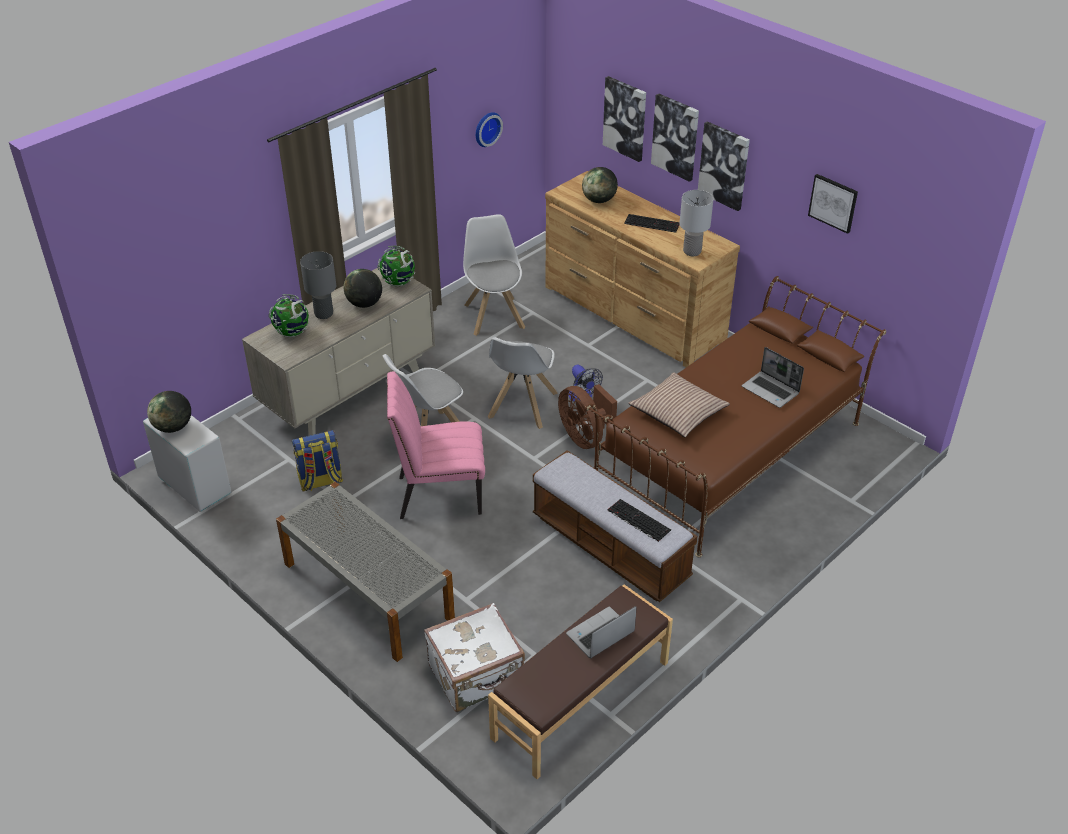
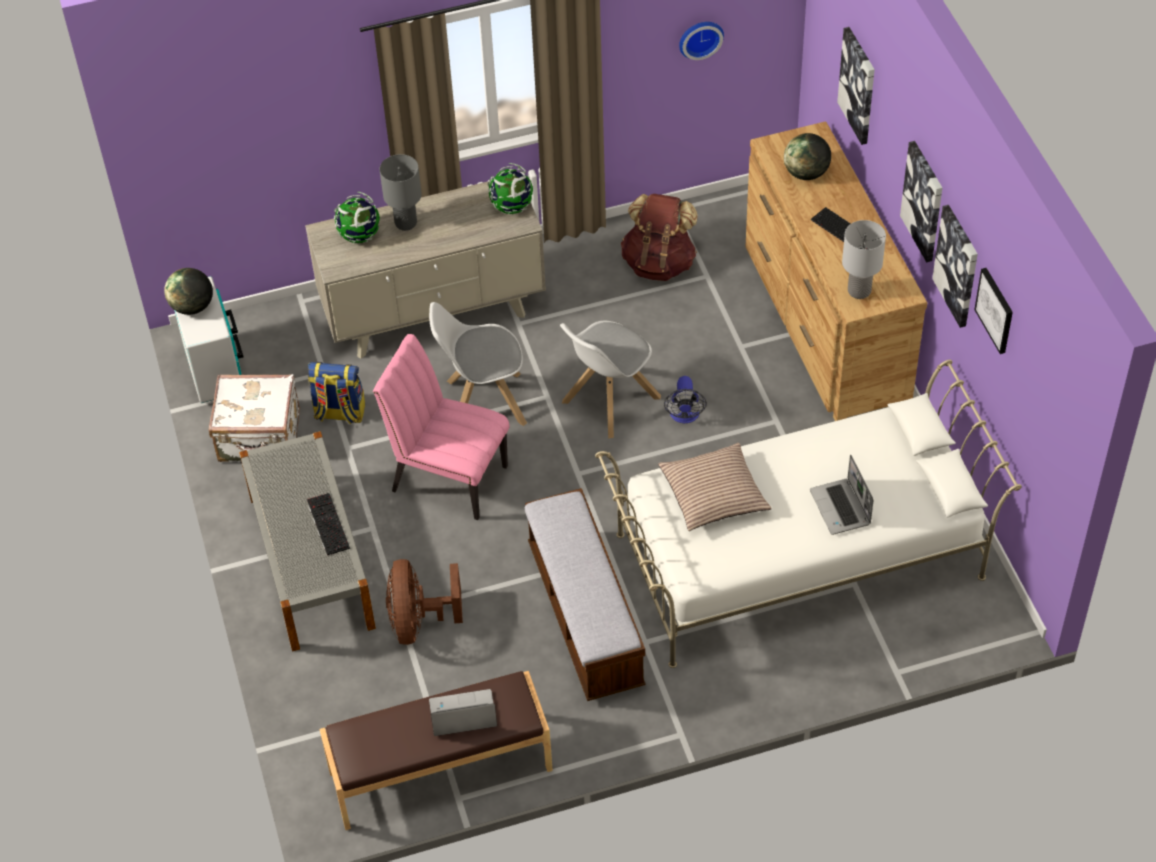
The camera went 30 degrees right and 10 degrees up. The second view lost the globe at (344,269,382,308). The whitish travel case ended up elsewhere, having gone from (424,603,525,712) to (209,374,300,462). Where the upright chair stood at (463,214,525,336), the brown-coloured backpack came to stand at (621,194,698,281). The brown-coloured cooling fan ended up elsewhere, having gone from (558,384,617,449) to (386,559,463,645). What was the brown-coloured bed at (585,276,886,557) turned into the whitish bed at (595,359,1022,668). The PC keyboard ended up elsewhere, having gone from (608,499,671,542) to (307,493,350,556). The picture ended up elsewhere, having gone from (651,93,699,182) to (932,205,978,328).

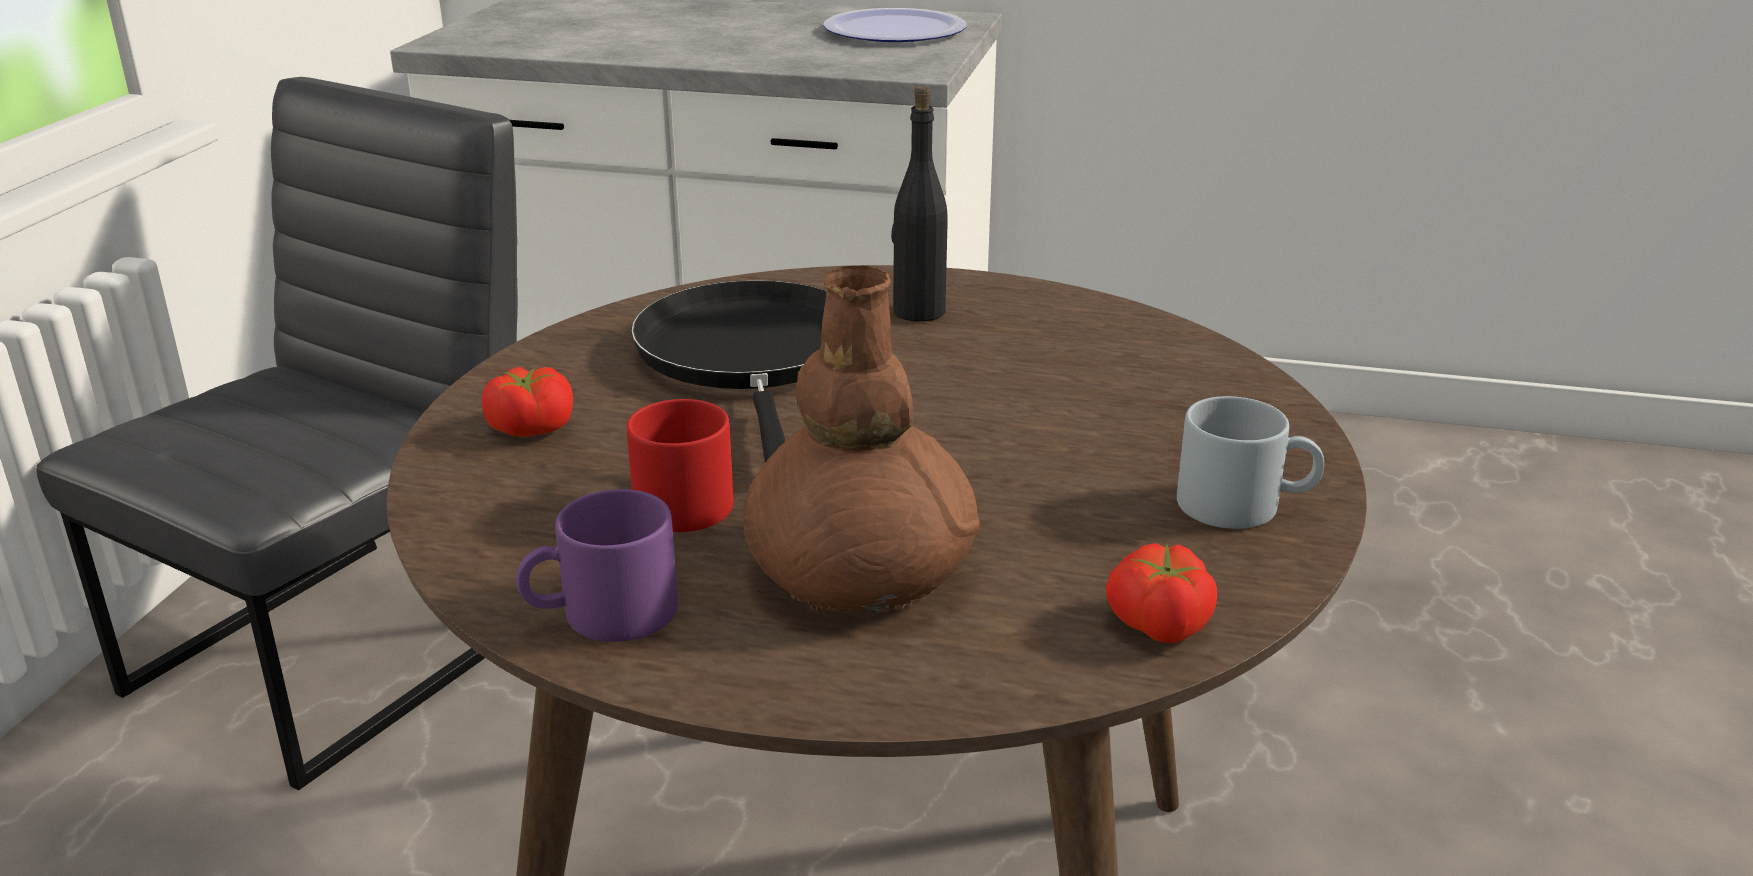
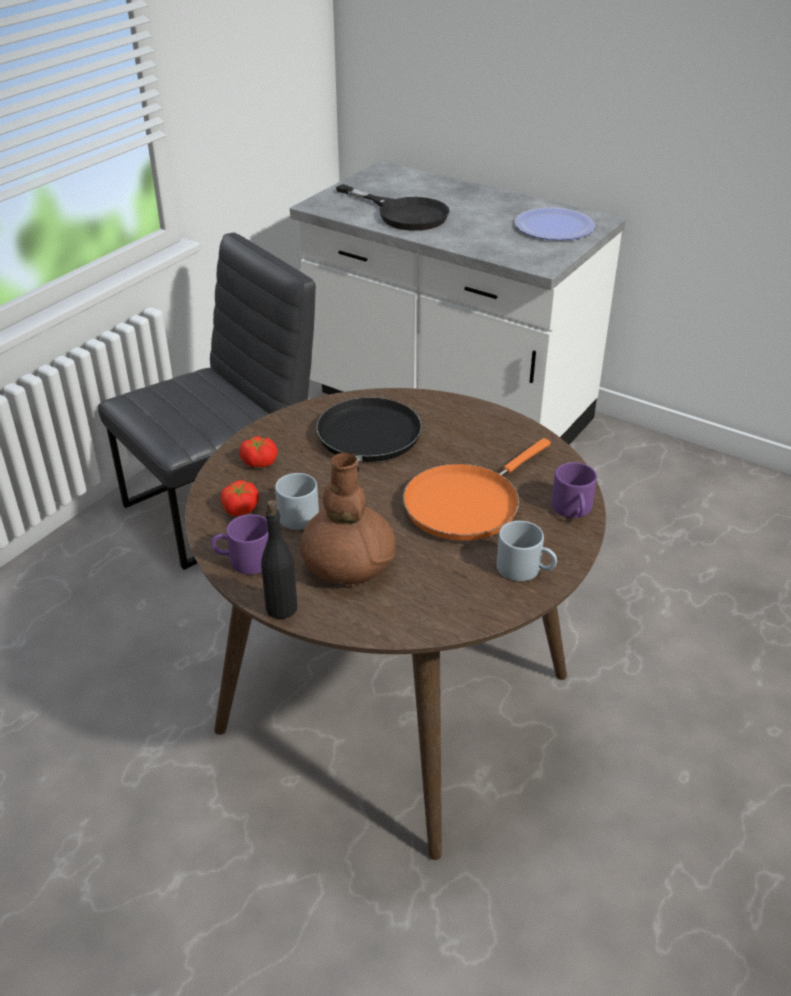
The camera went 20 degrees right and 10 degrees up. What was the reddish mug at (627,399,733,532) turned into the gray mug at (275,473,319,530). The black-coloured drink bottle ended up elsewhere, having gone from (891,86,948,322) to (261,500,297,619). The tomato ended up elsewhere, having gone from (1106,543,1217,643) to (221,480,259,516). The second view gained the black-coloured pan at (336,184,450,231). The second view gained the orangey pan at (403,438,551,541). The second view gained the purple-coloured mug at (551,462,597,518).

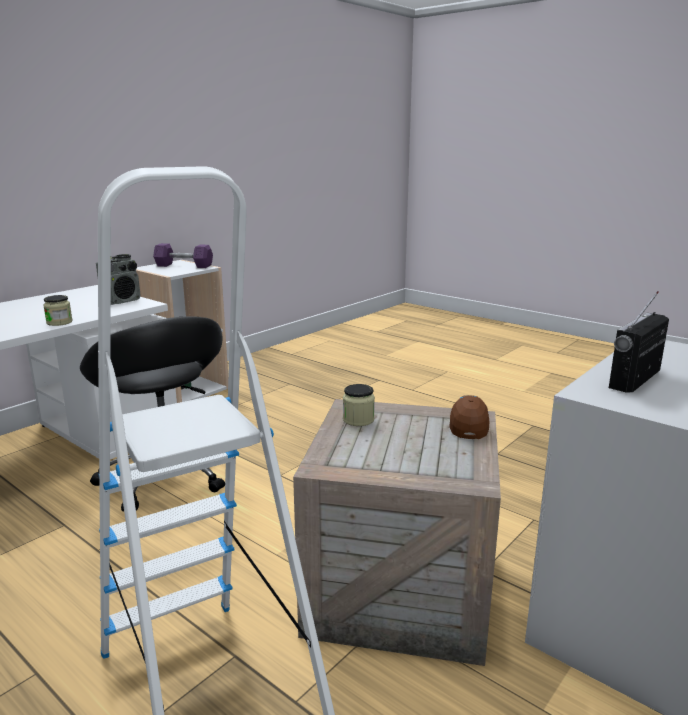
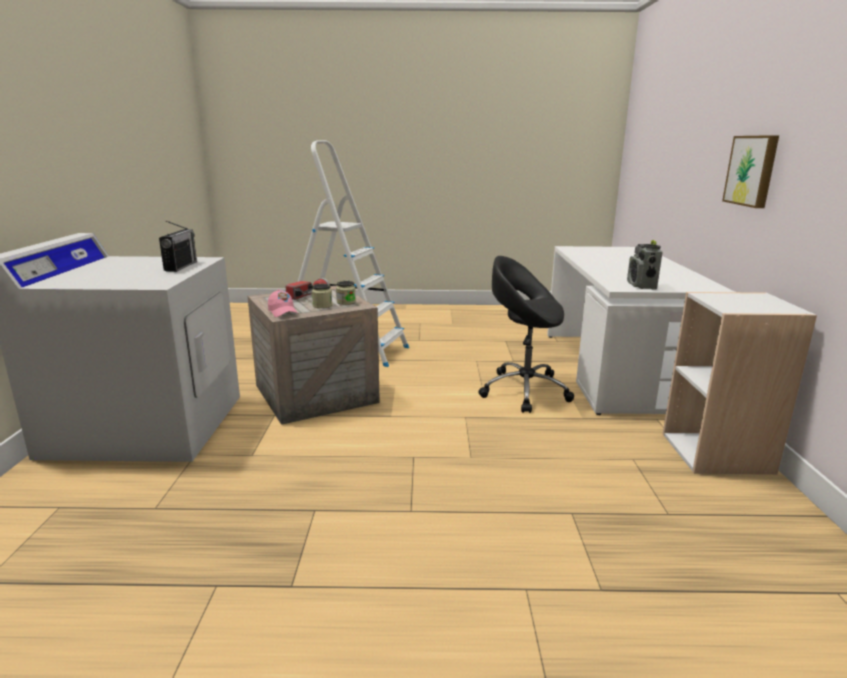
The camera went 140 degrees right and 0 degrees up. The jar ended up elsewhere, having gone from (43,295,72,326) to (312,284,332,308). The second view lost the purple-coloured hand weight at (153,243,213,268). What was the brown-coloured cap at (449,395,490,439) turned into the pinkish cap at (268,289,298,317). The second view gained the flashlight at (285,278,330,300). The second view gained the picture at (722,135,779,208).

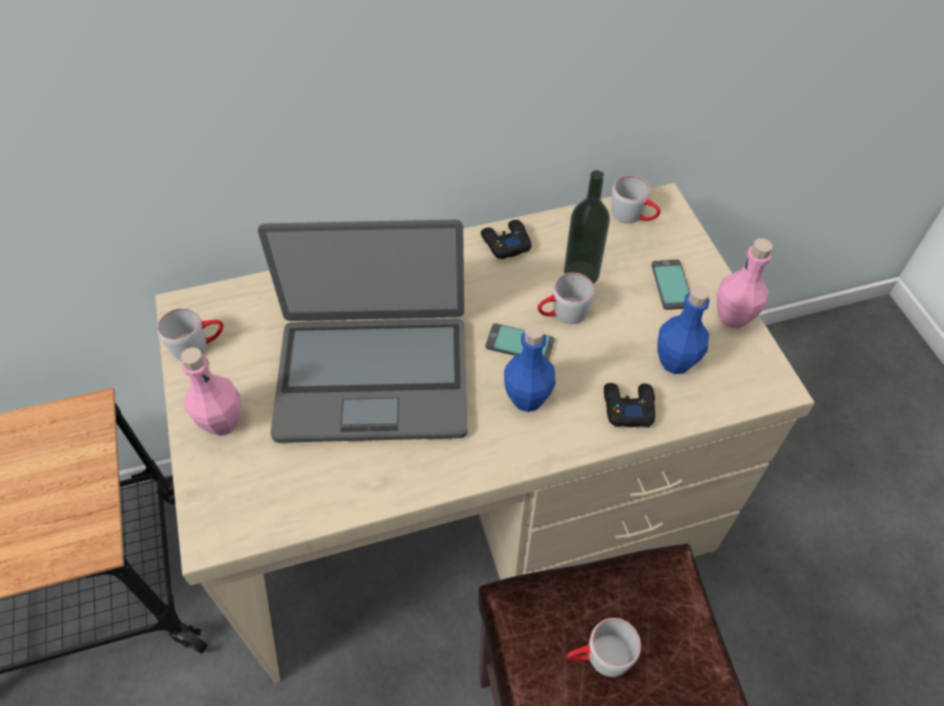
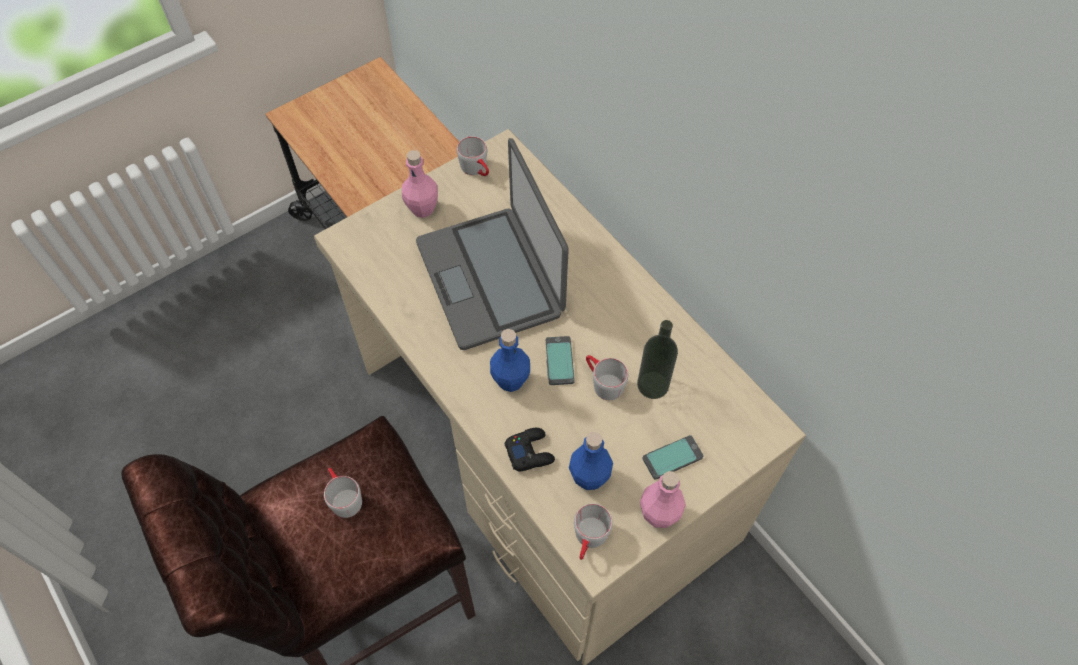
The camera went 70 degrees right and 5 degrees up. The second view lost the black-coloured joypad at (481,220,532,259). The gray mug ended up elsewhere, having gone from (611,175,661,223) to (574,504,613,560).

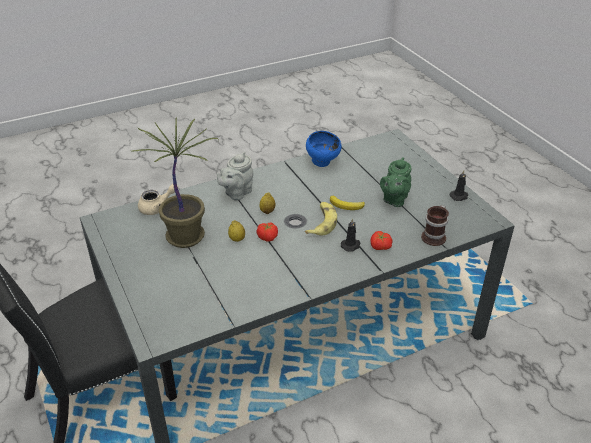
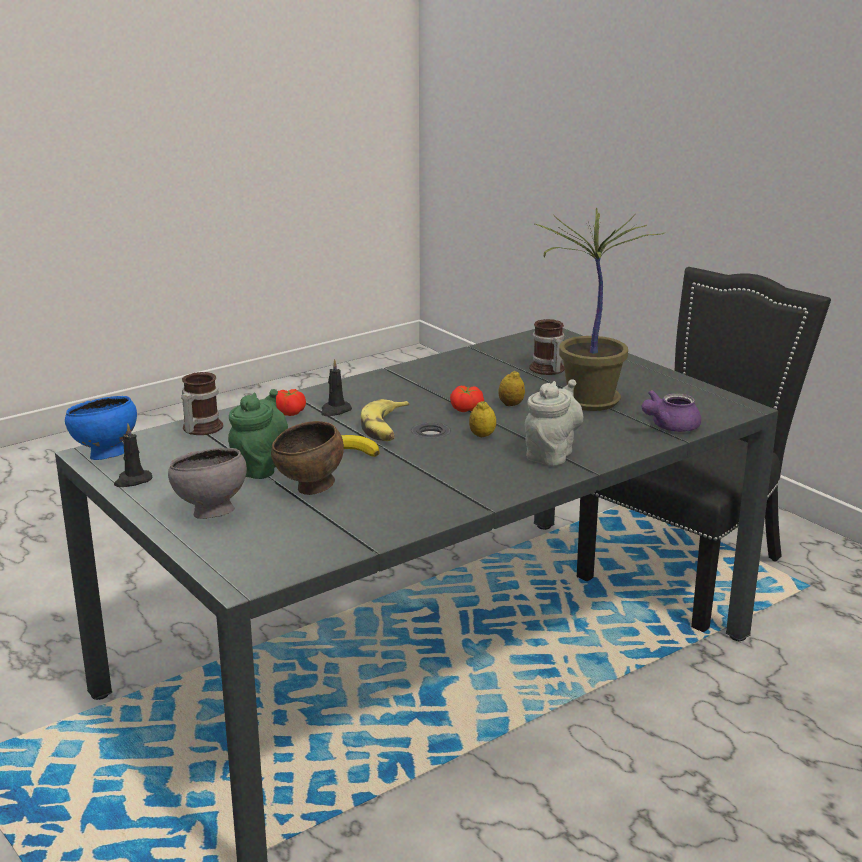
The camera went 170 degrees right and 15 degrees down. What was the beige tea pot at (138,184,178,215) turned into the purple-coloured tea pot at (641,390,701,432). The blue bowl ended up elsewhere, having gone from (306,131,342,167) to (65,396,137,460). The second view gained the gray bowl at (168,448,247,519). The second view gained the brown-coloured bowl at (271,421,344,495). The second view gained the mug at (529,319,565,375).

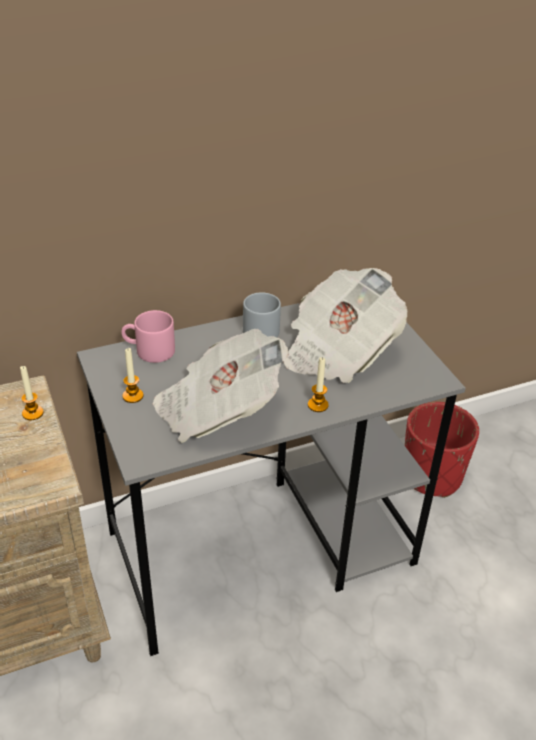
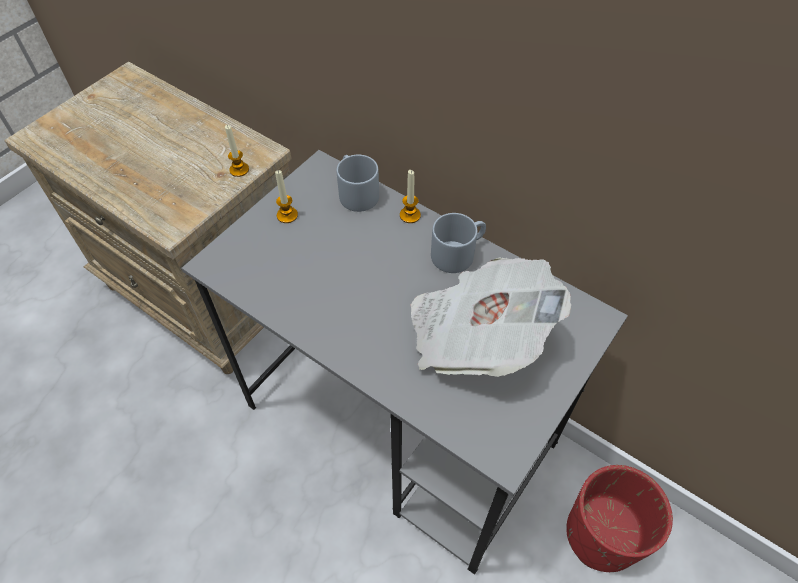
The camera went 60 degrees right and 15 degrees up. What was the pinkish mug at (121,310,175,363) turned into the gray mug at (336,155,379,212). The second view lost the newspaper at (153,329,289,443). The wax light ended up elsewhere, having gone from (308,357,329,412) to (400,170,421,223).

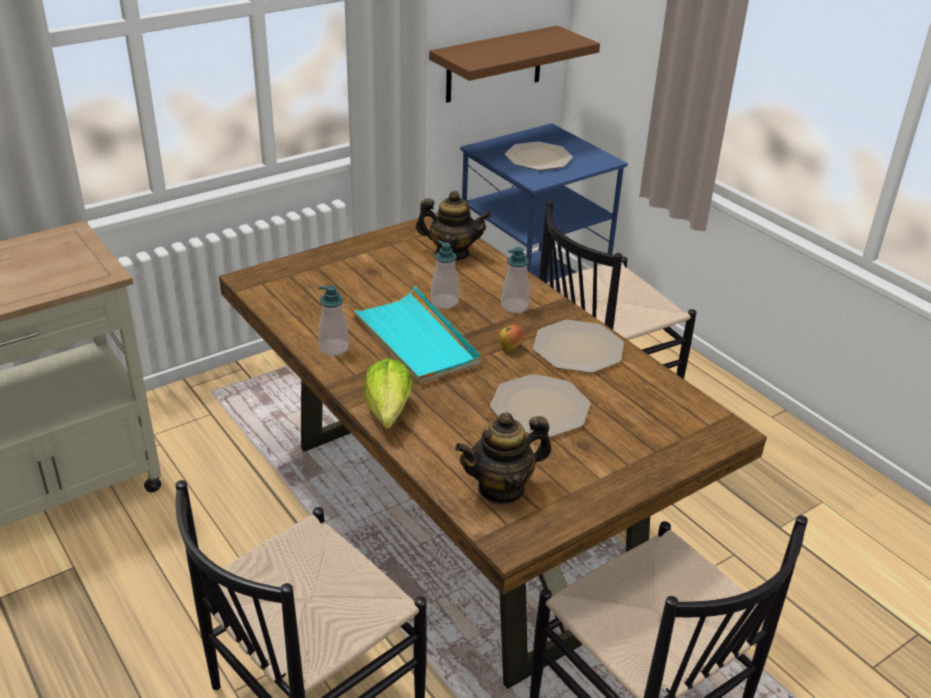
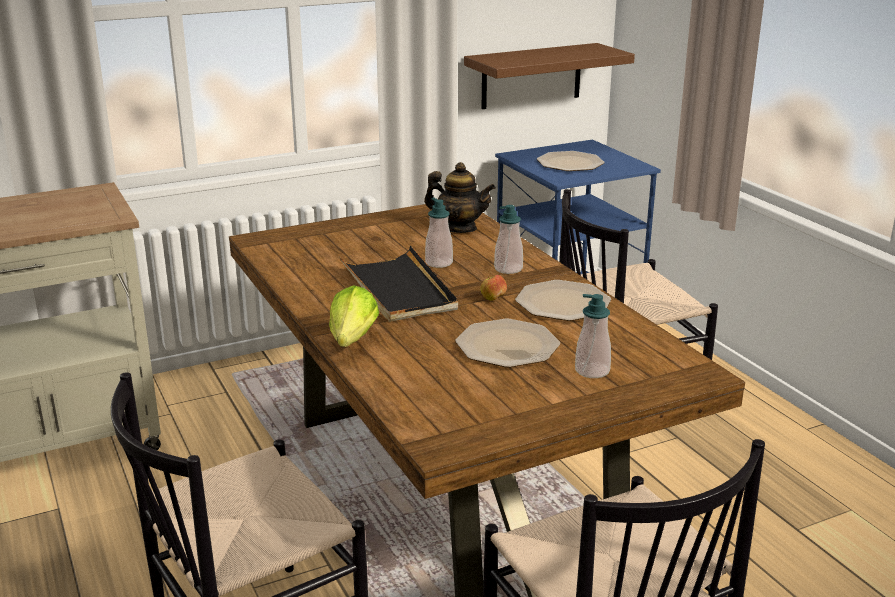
The camera went 10 degrees right and 10 degrees down. The soap dispenser ended up elsewhere, having gone from (318,285,349,356) to (575,294,611,378). What was the turquoise-coloured serving tray at (347,286,482,385) turned into the black-coloured serving tray at (339,246,458,322). The second view lost the tea pot at (455,412,552,504).

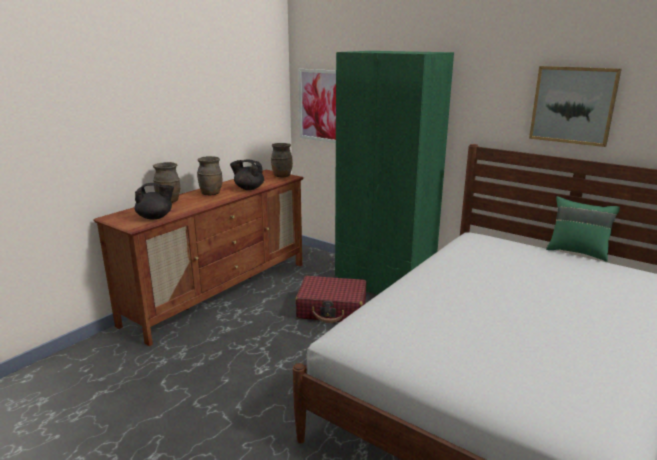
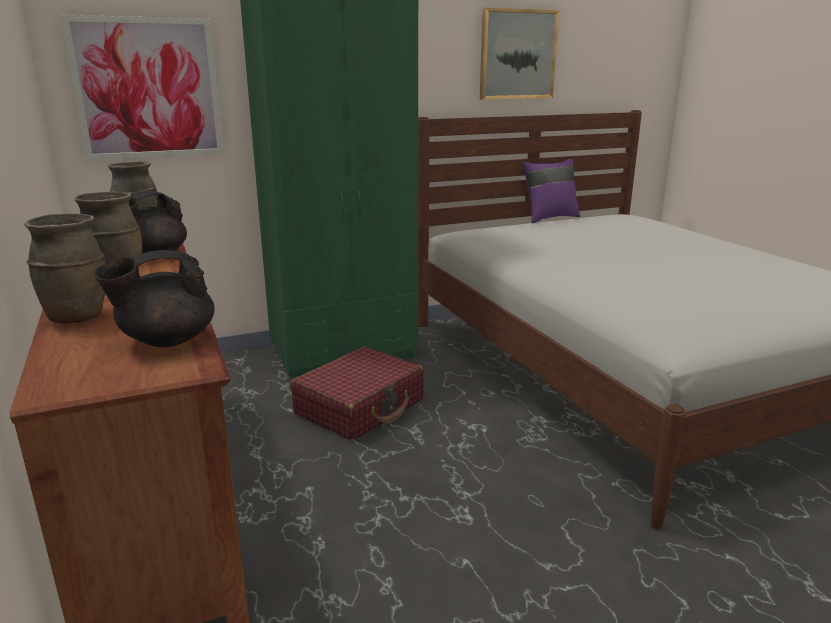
The camera went 60 degrees left and 0 degrees up. The black-coloured tea pot at (135,183,174,220) ended up facing another way, 135 degrees counterclockwise from before. What was the green pillow at (546,196,620,262) turned into the purple-coloured pillow at (522,159,580,223).

